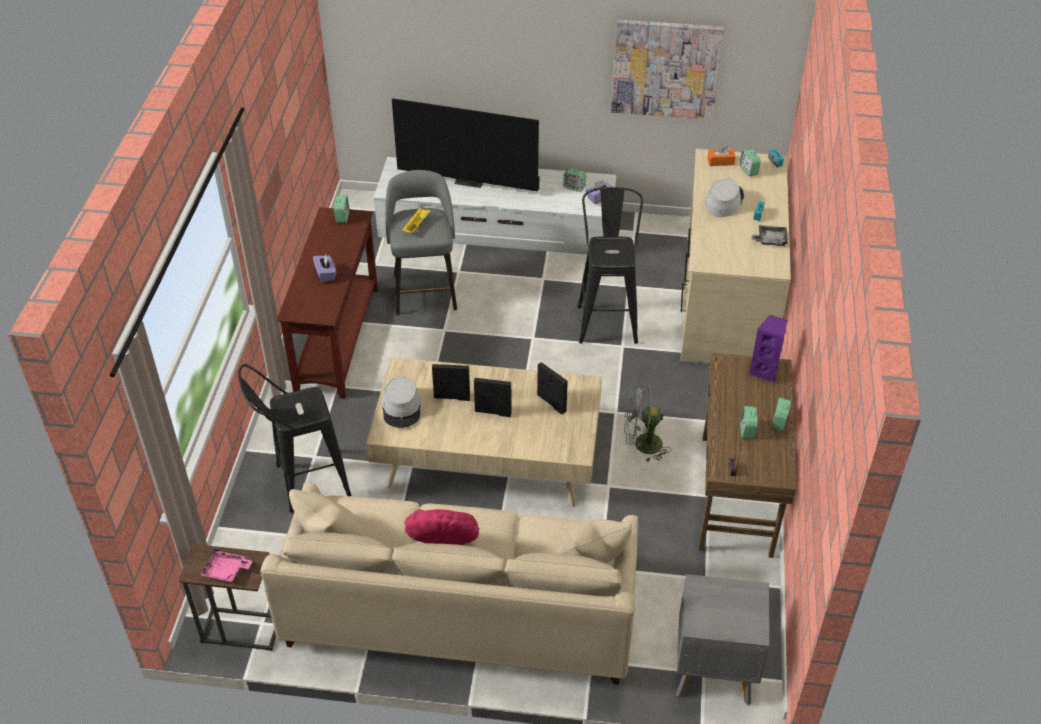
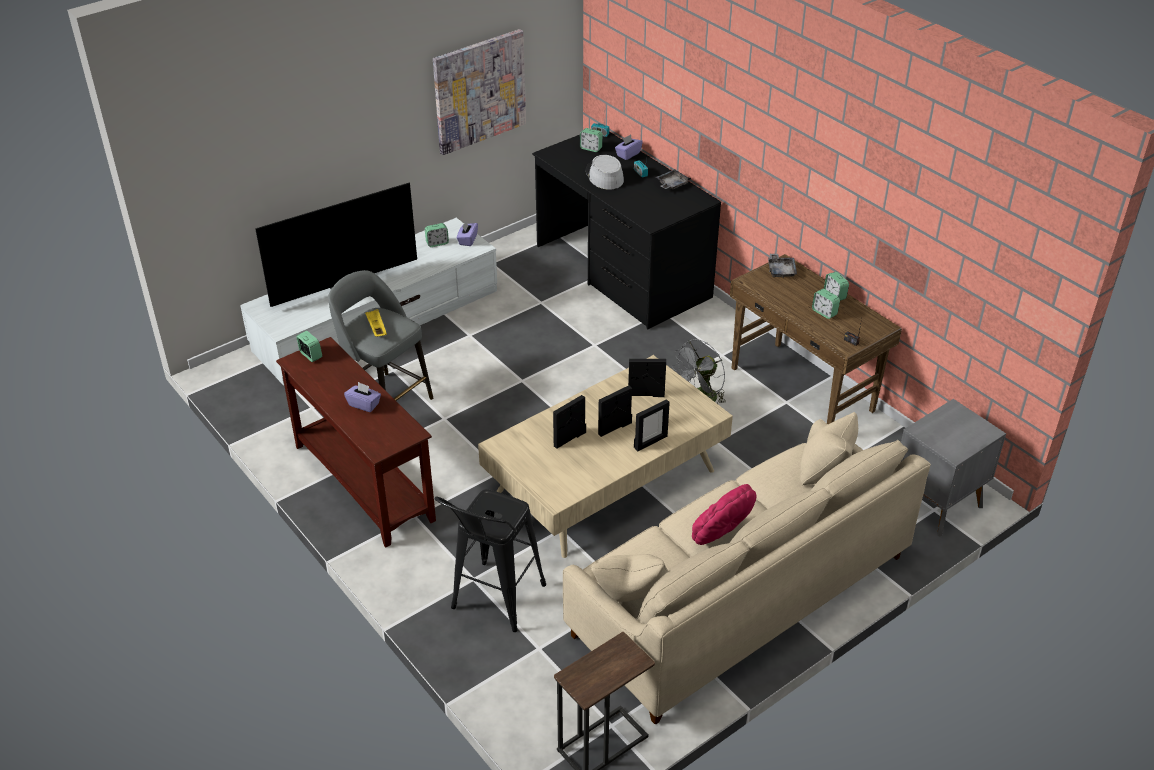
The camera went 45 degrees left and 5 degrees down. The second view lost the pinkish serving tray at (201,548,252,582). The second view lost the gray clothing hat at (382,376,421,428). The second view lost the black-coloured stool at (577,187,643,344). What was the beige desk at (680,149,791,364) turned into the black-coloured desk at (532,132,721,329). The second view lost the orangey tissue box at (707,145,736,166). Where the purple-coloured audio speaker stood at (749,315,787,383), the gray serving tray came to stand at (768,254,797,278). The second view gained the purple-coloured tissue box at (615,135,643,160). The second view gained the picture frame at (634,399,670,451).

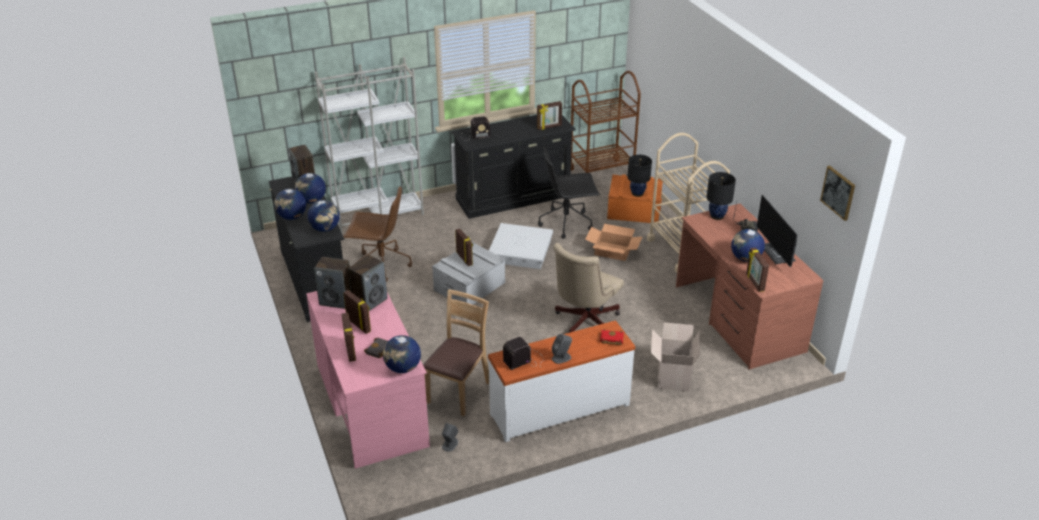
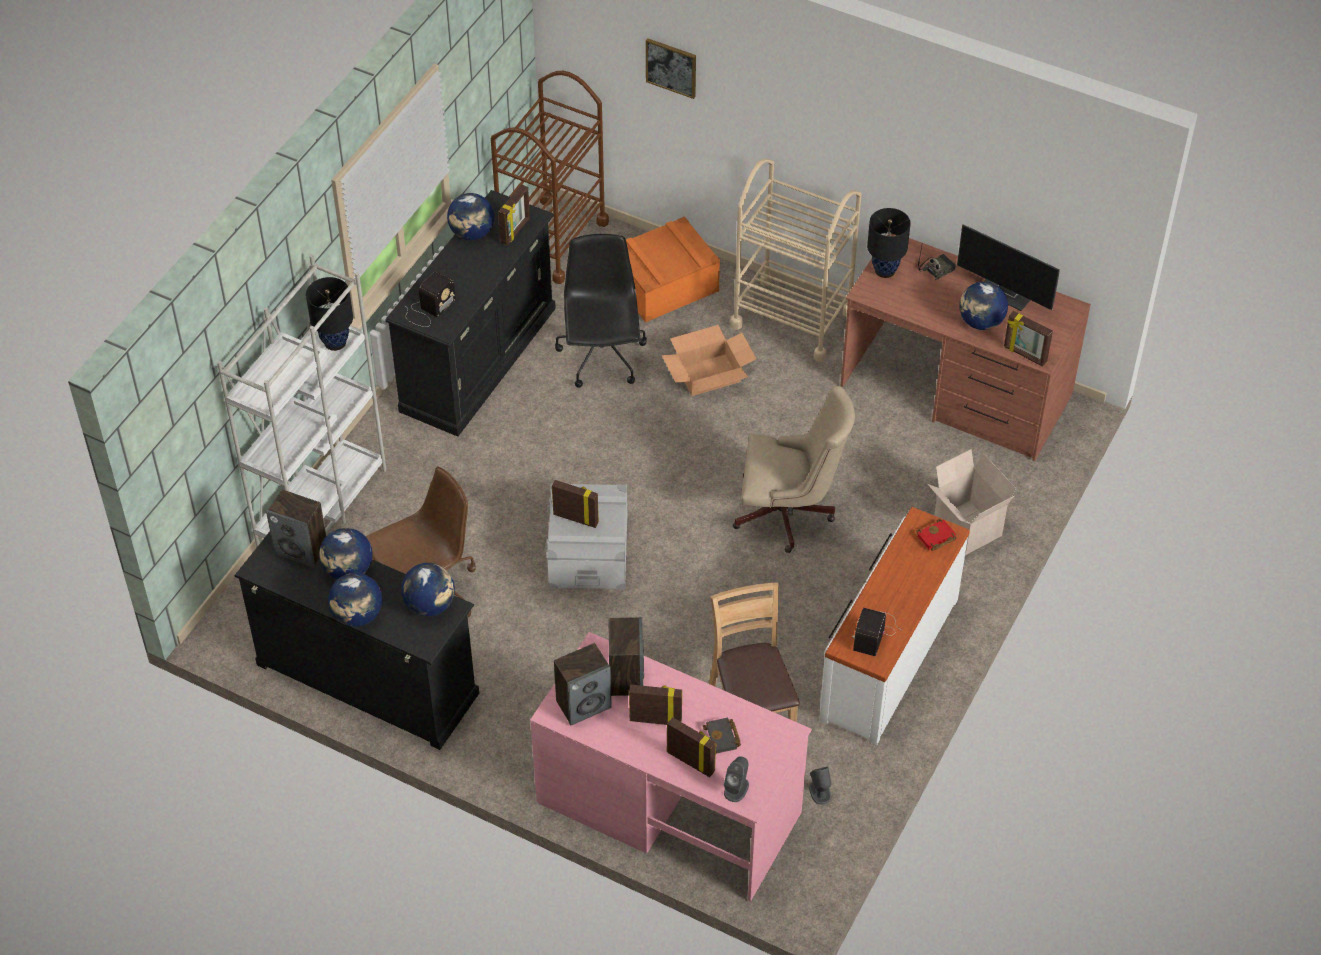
The camera went 40 degrees left and 15 degrees up. The globe ended up elsewhere, having gone from (383,335,421,373) to (447,193,494,240). The second view lost the whitish storage bin at (489,223,553,269). The black-coloured computer chair at (538,148,600,239) ended up facing another way, 135 degrees clockwise from before. The gray audio speaker ended up elsewhere, having gone from (552,334,572,364) to (724,756,749,802). The beige computer chair at (553,243,624,333) ended up facing another way, 75 degrees counterclockwise from before. The black-coloured lamp for a table ended up elsewhere, having gone from (627,155,652,197) to (306,277,353,351). The picture ended up elsewhere, having gone from (820,166,855,221) to (646,38,696,99).

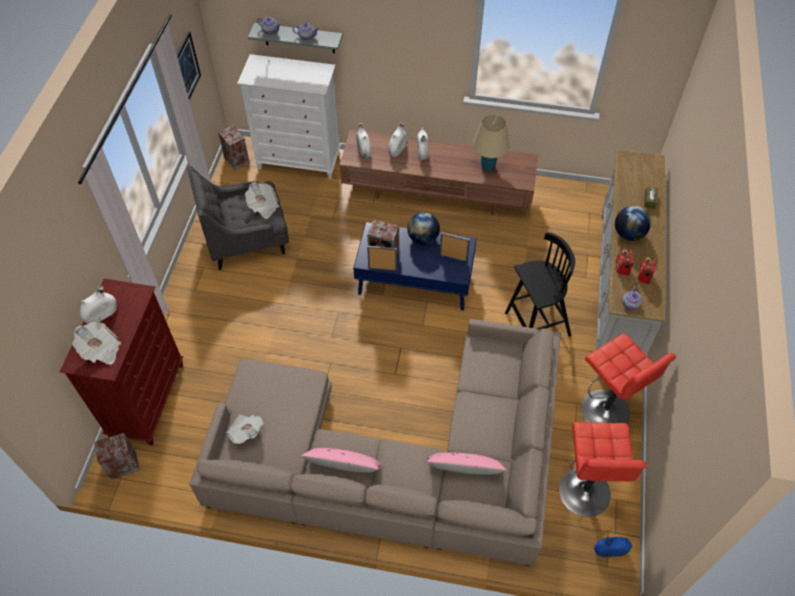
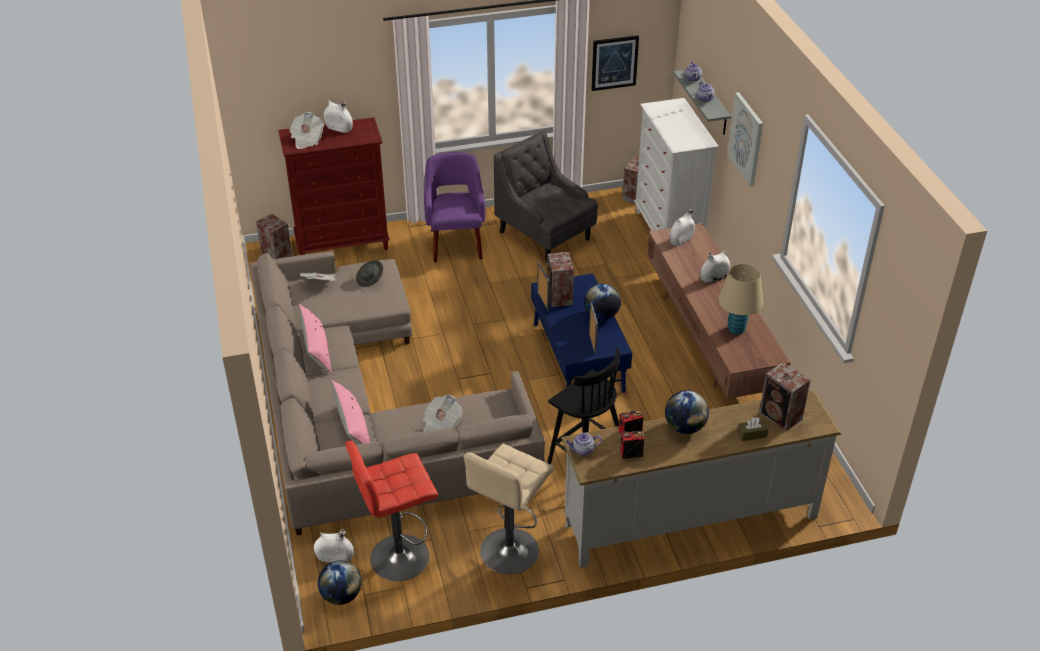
The camera went 65 degrees right and 15 degrees down. The newspaper ended up elsewhere, having gone from (245,182,279,219) to (423,395,463,432). The whitish flower vase ended up elsewhere, having gone from (389,123,407,157) to (314,529,354,563). What was the reddish stool at (581,333,676,424) turned into the beige stool at (464,444,554,574). Where the blue flower vase stood at (594,537,632,557), the globe came to stand at (318,560,361,605). The second view gained the gray clothing hat at (356,260,383,287). The second view gained the purple-coloured lounge chair at (424,152,486,263). The second view gained the picture at (727,92,763,187). The second view gained the audio speaker at (759,362,810,431).

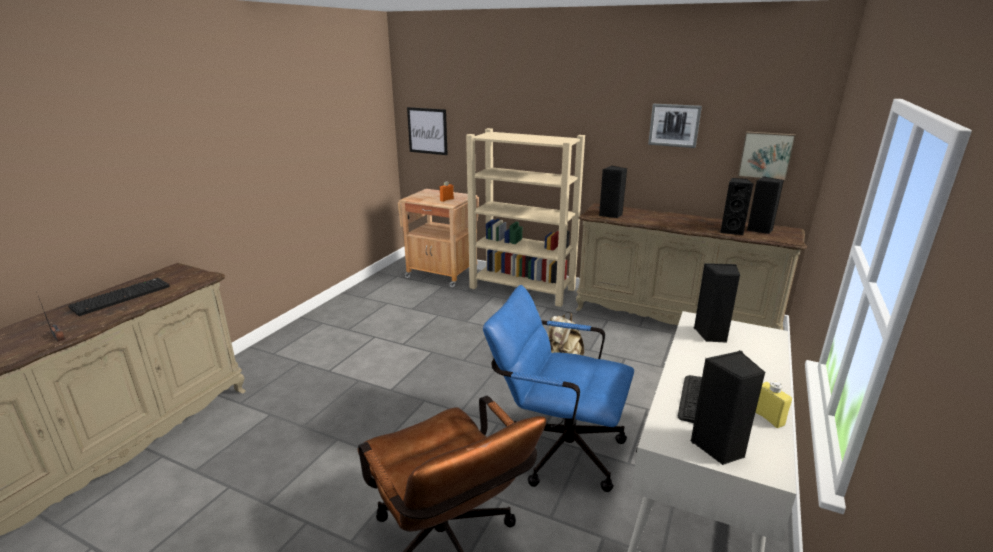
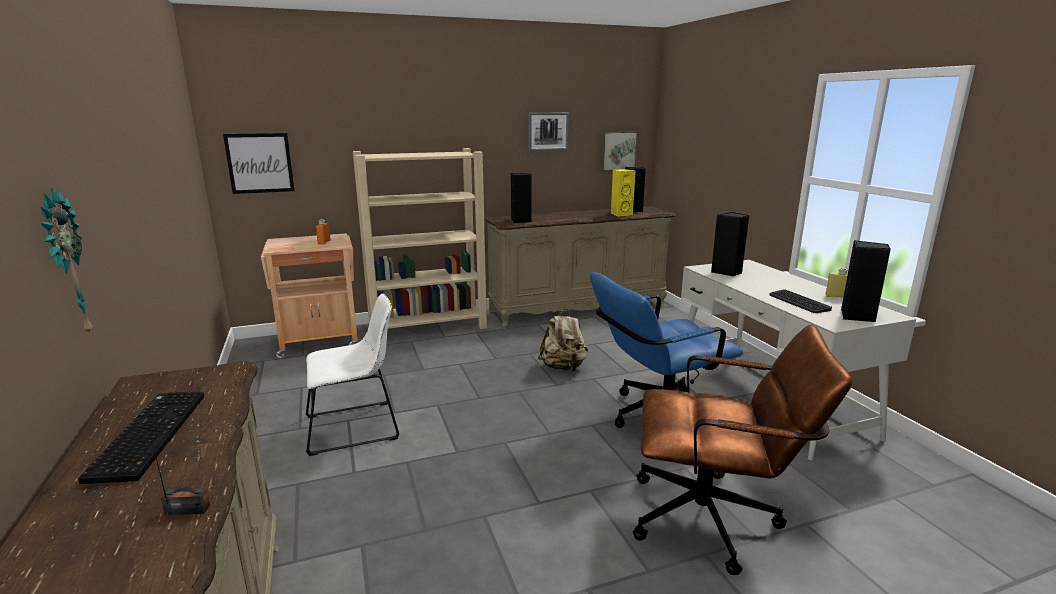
The camera went 45 degrees left and 5 degrees down. What was the black-coloured audio speaker at (720,178,753,235) turned into the yellowish audio speaker at (611,169,636,217). The second view gained the wall clock at (41,188,93,336). The second view gained the whitish upright chair at (305,293,399,456).

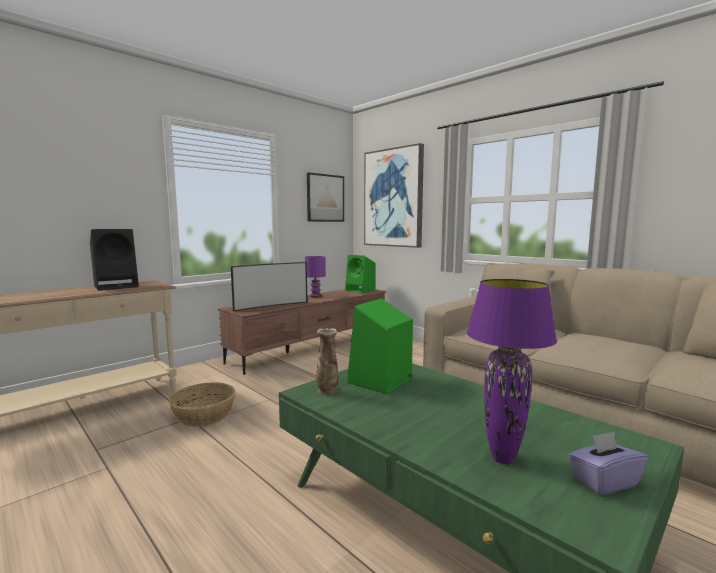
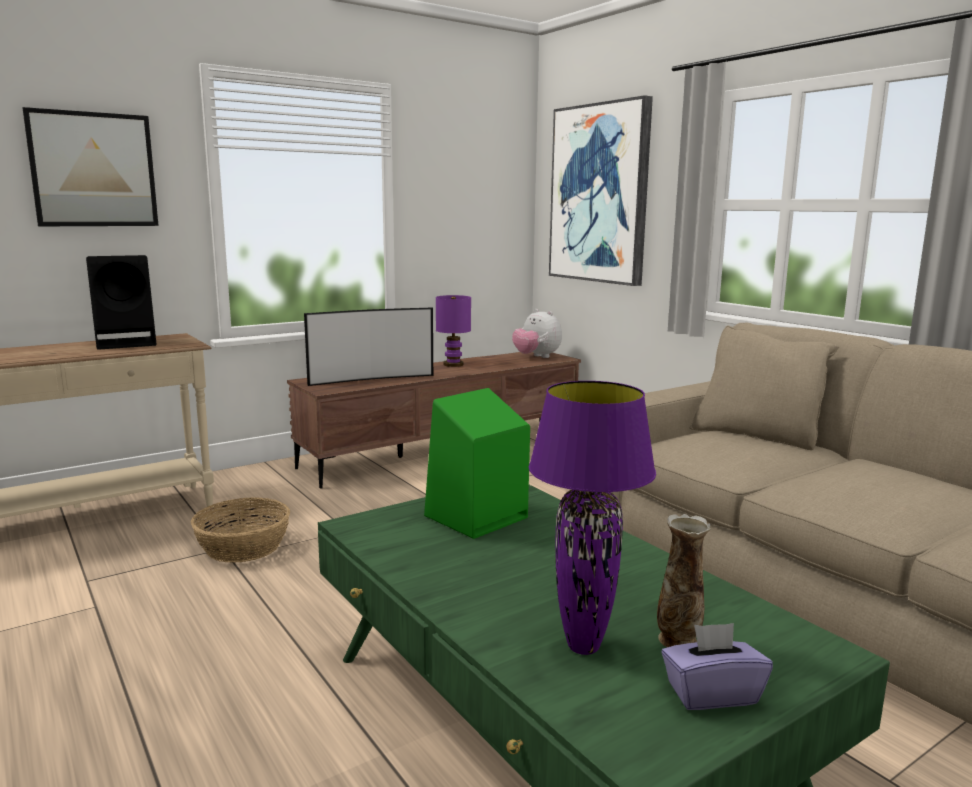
The camera went 10 degrees right and 5 degrees up. The picture ended up elsewhere, having gone from (307,172,344,222) to (23,107,159,226). The flower vase ended up elsewhere, having gone from (316,328,338,395) to (657,514,711,647). Where the green audio speaker stood at (345,255,375,293), the soft toy came to stand at (512,309,562,358).

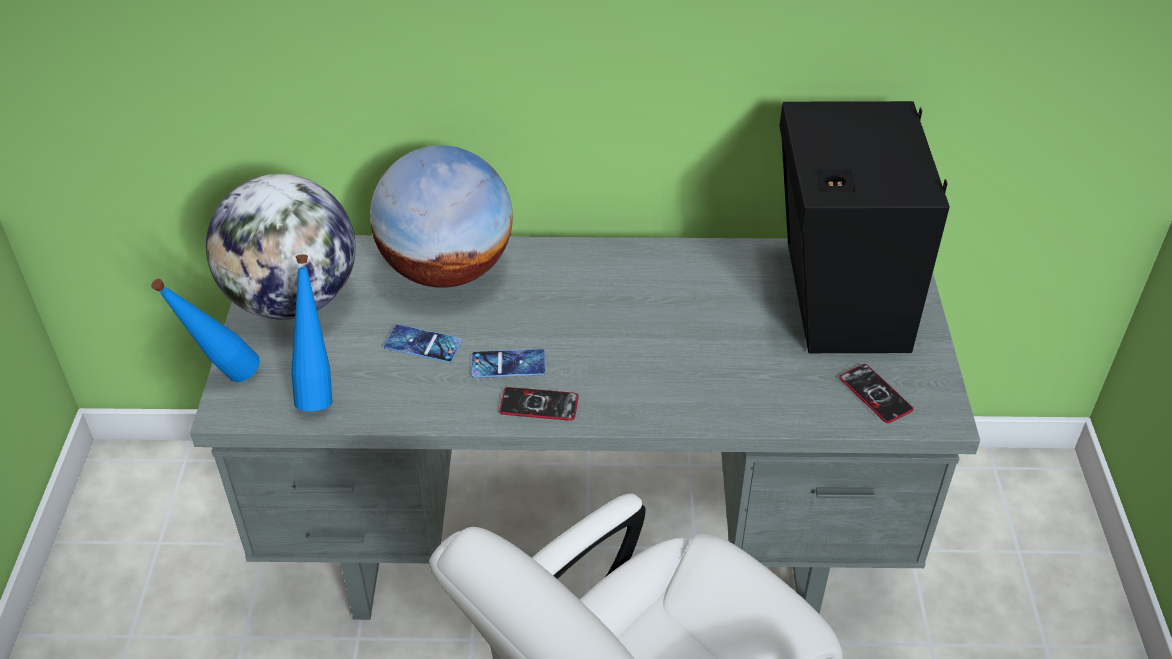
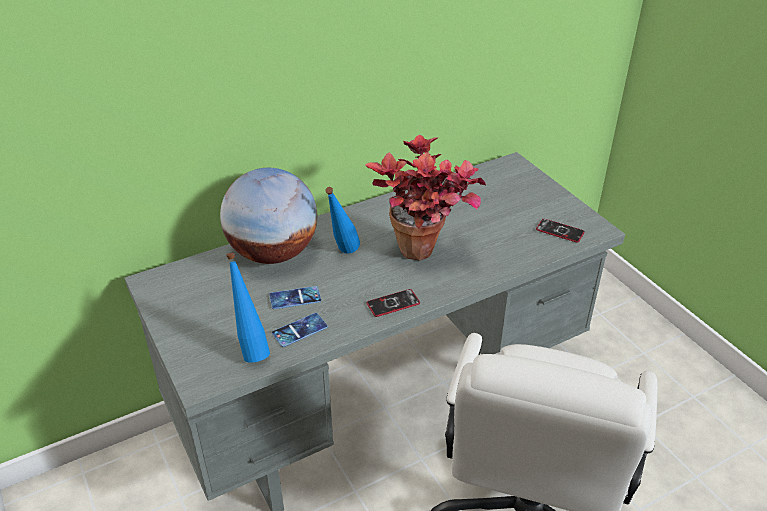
The camera went 30 degrees left and 5 degrees down. The blue drink bottle ended up elsewhere, having gone from (151,279,260,382) to (325,187,360,254). The second view lost the globe at (206,174,356,320). The handset ended up elsewhere, having gone from (471,349,545,378) to (272,313,328,347). The second view lost the black-coloured audio speaker at (779,101,950,353). The second view gained the potted plant at (365,134,487,261).

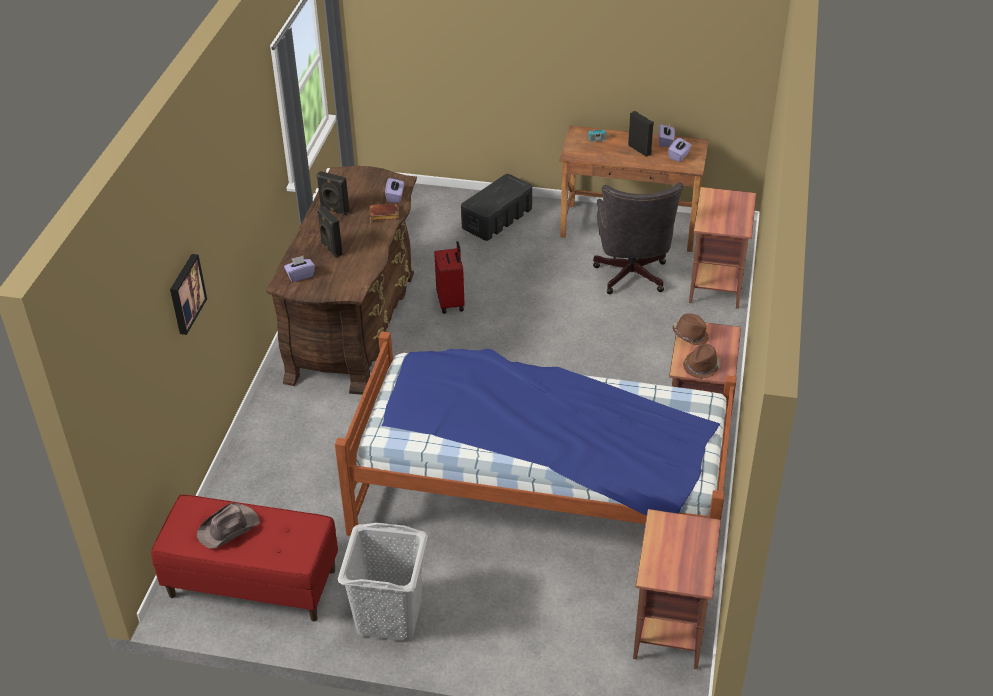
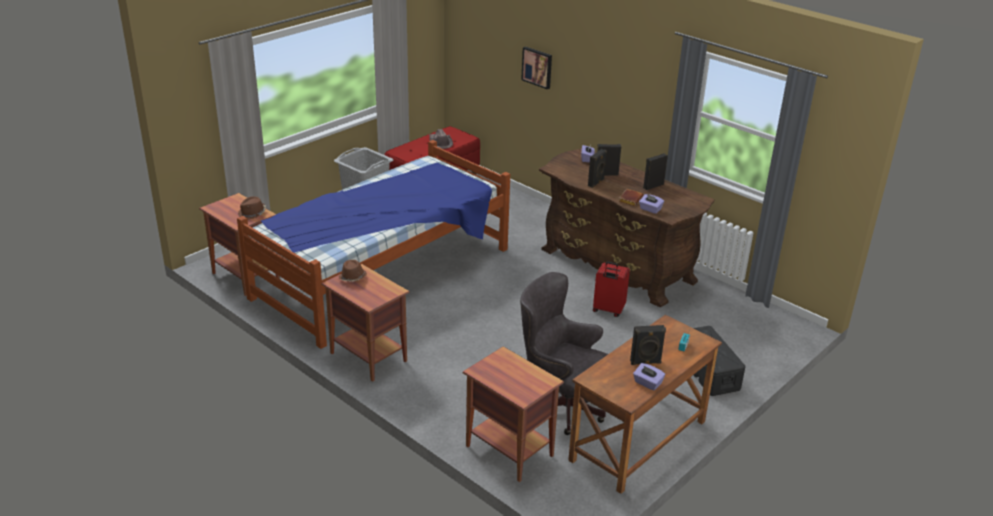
The camera went 120 degrees right and 10 degrees down. The second view lost the purple-coloured tissue box at (668,138,692,162). The brown-coloured clothing hat ended up elsewhere, having gone from (672,313,709,345) to (238,196,266,219). The second view gained the black-coloured audio speaker at (588,149,607,188).

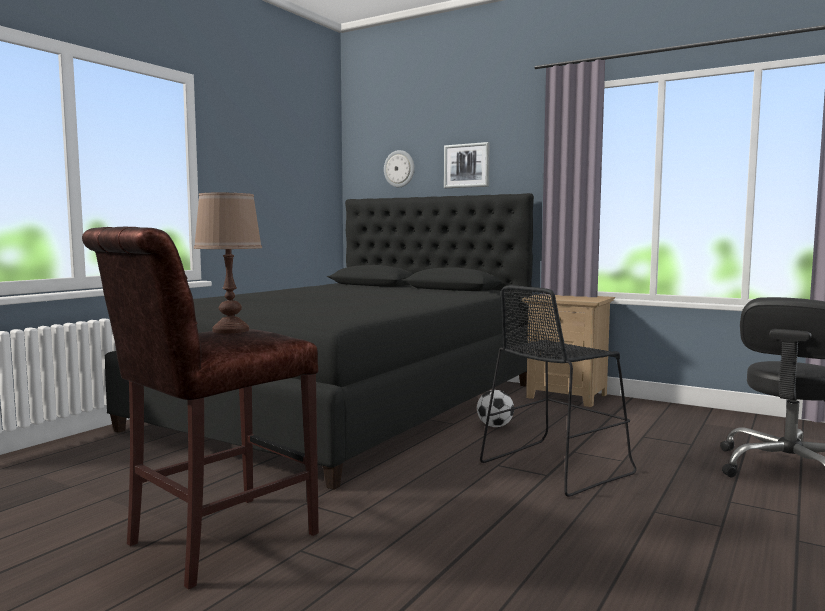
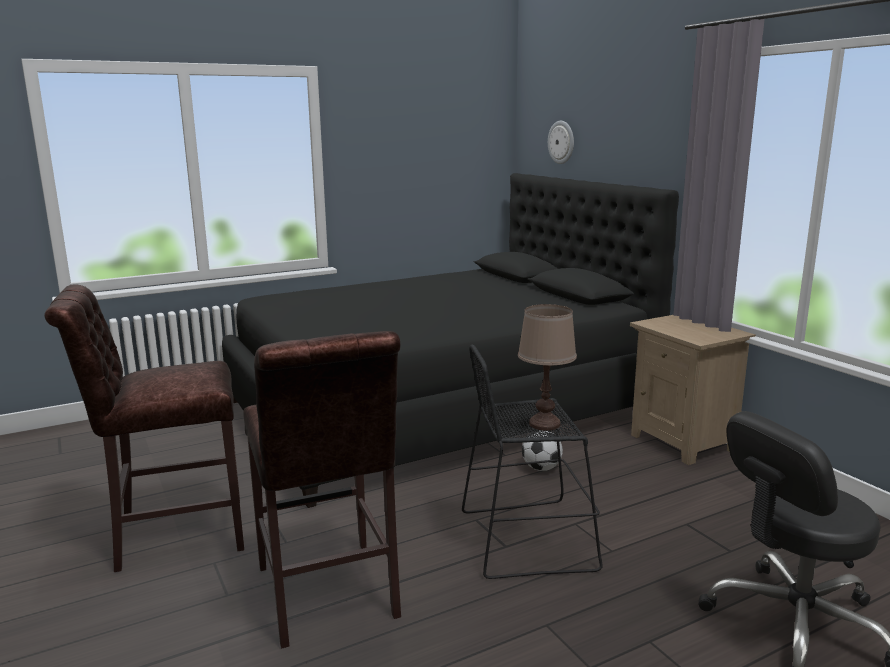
The camera went 30 degrees right and 10 degrees up. The brown-coloured lamp for a table ended up elsewhere, having gone from (194,193,262,334) to (518,304,577,431). The second view lost the picture at (444,142,490,188). The second view gained the brown-coloured stool at (243,331,401,648).

